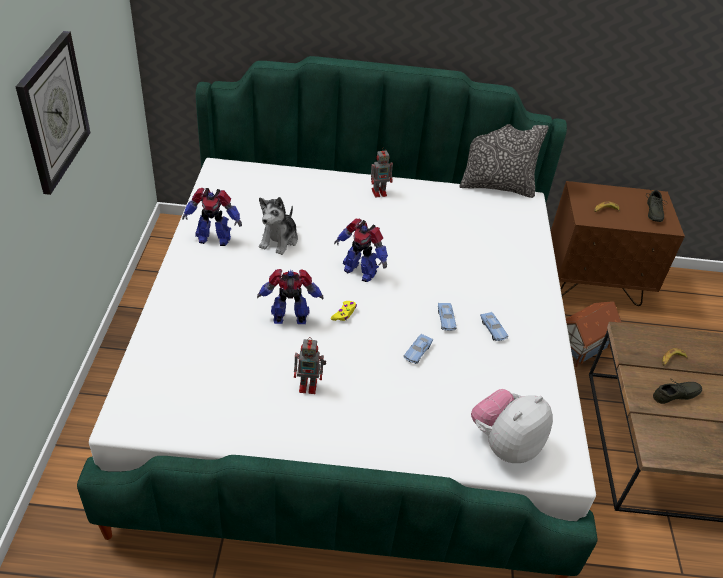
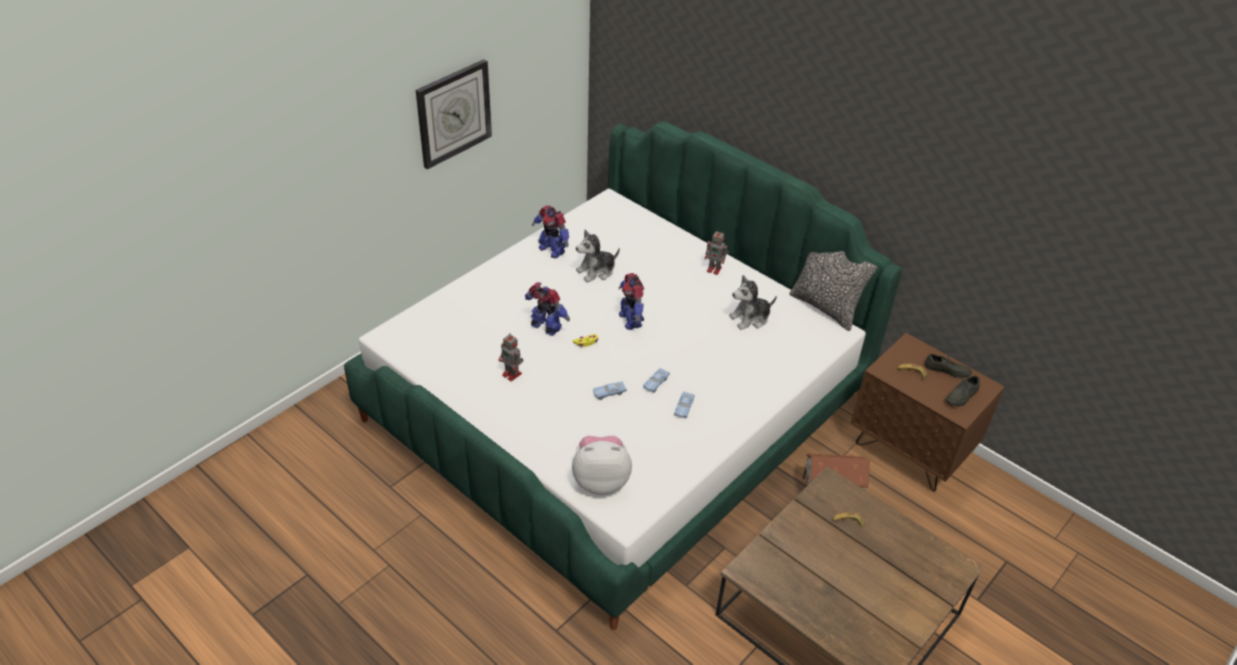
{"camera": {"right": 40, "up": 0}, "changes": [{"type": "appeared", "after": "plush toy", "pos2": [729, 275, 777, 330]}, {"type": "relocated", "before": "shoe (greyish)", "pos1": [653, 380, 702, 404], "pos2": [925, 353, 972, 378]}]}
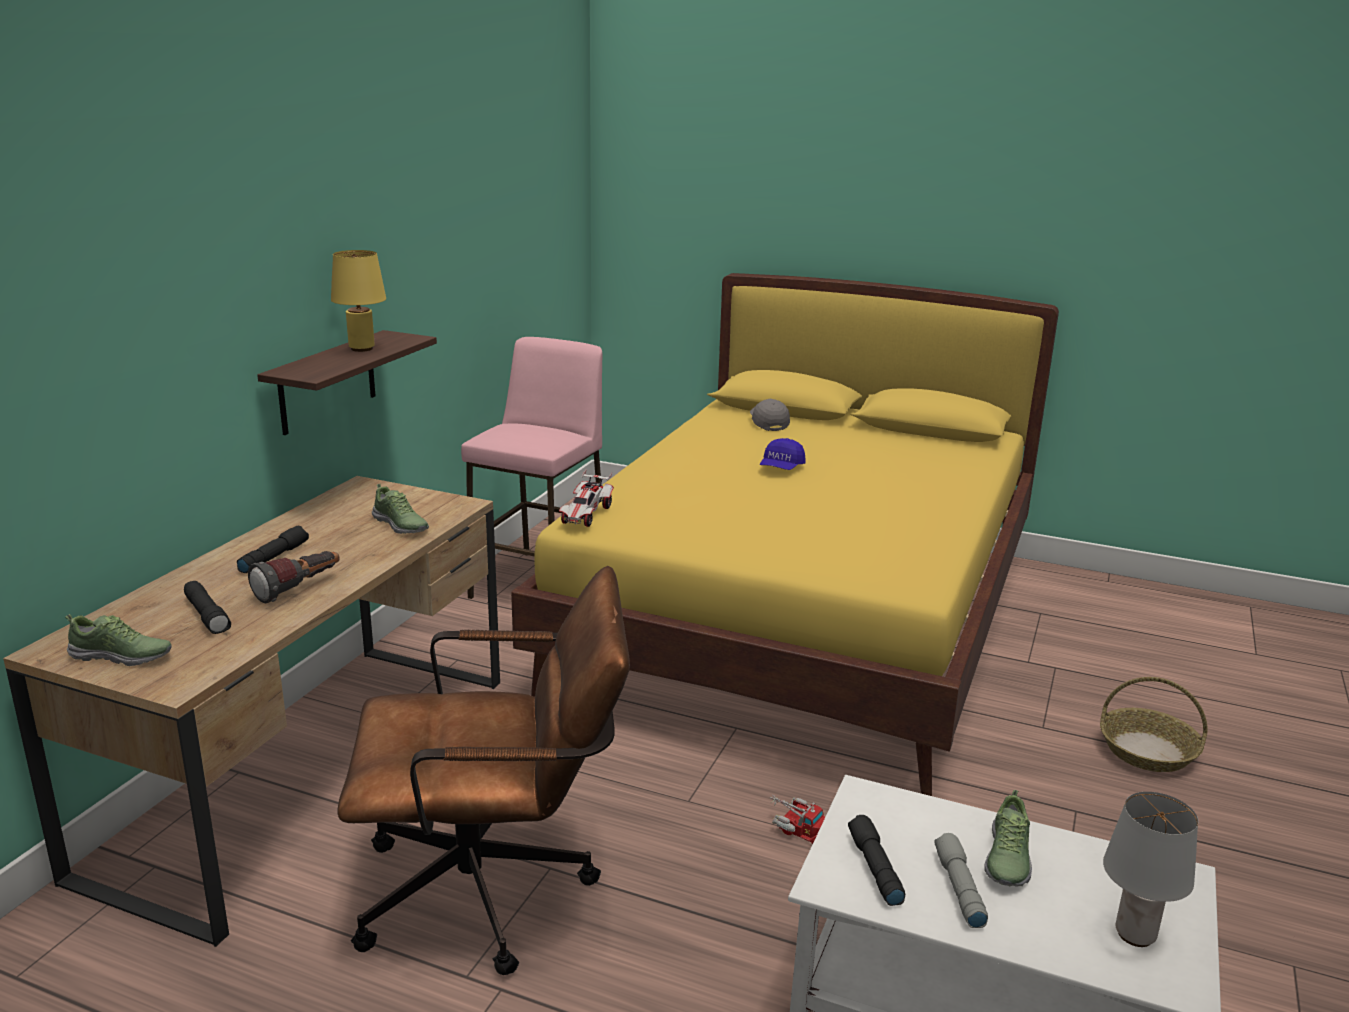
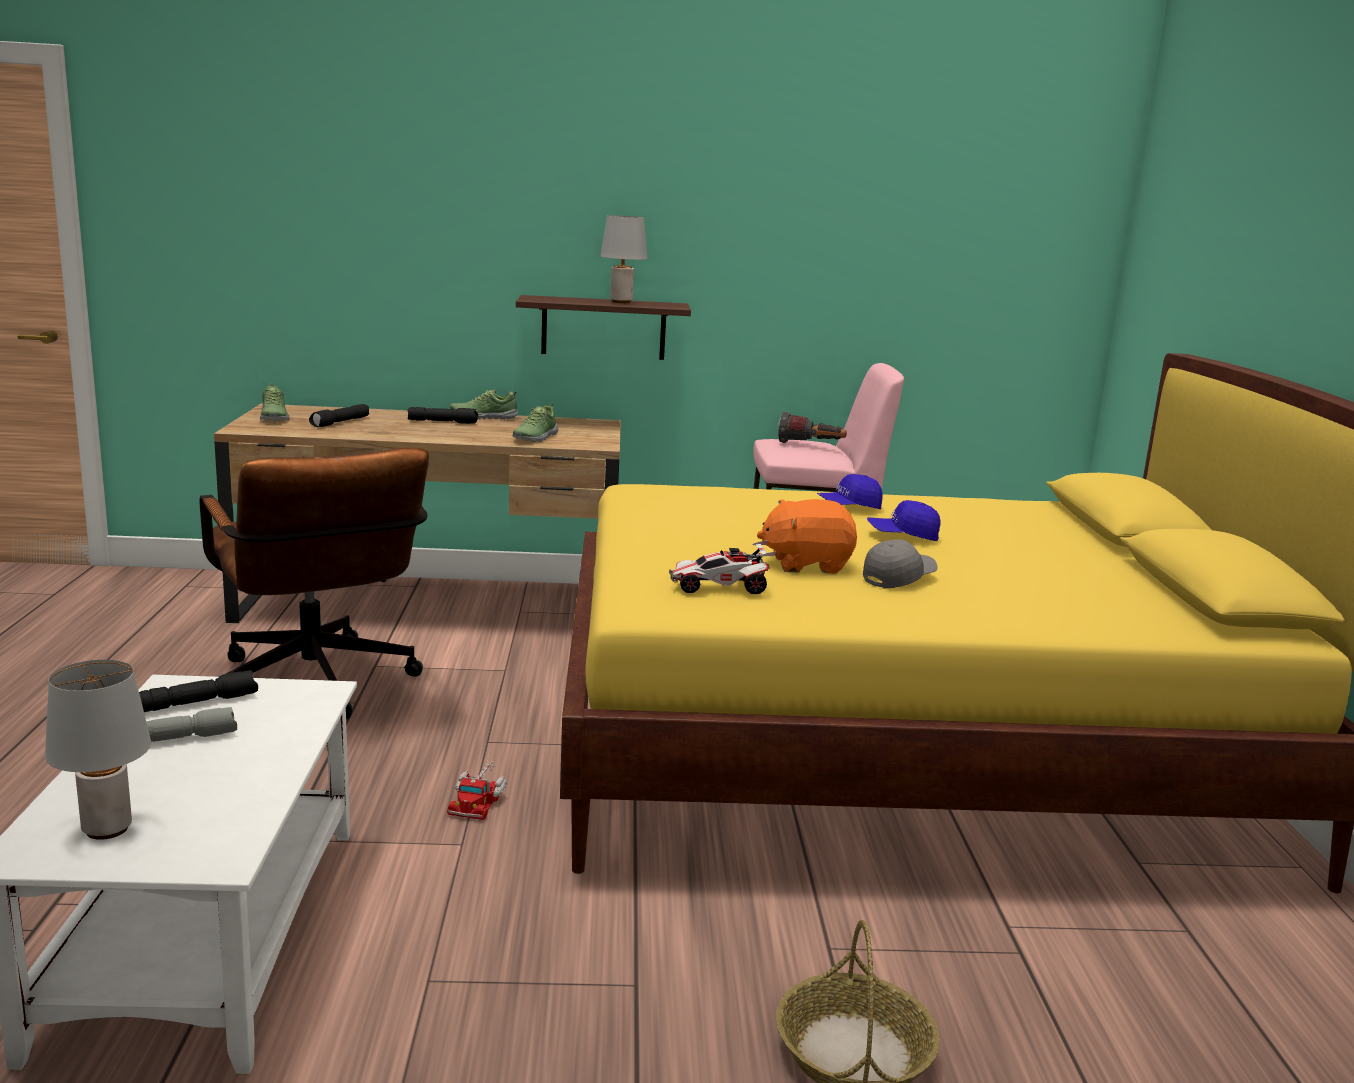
{"camera": {"right": 65, "up": -5}, "changes": [{"type": "relocated", "before": "shoe", "pos1": [984, 790, 1032, 887], "pos2": [450, 389, 518, 420]}, {"type": "colour", "before": "lamp for a table (yellow-coloured)", "after": "lamp for a table (greyish)", "pos1": [331, 250, 386, 352], "pos2": [601, 215, 647, 303]}, {"type": "relocated", "before": "model car", "pos1": [559, 469, 614, 527], "pos2": [669, 540, 777, 594]}, {"type": "appeared", "after": "plush toy (orange-coloured)", "pos2": [757, 499, 857, 574]}, {"type": "relocated", "before": "hand torch", "pos1": [248, 551, 340, 604], "pos2": [778, 412, 847, 443]}, {"type": "appeared", "after": "peaked cap (blue-coloured)", "pos2": [817, 474, 883, 509]}, {"type": "relocated", "before": "peaked cap (greyish)", "pos1": [750, 399, 790, 431], "pos2": [863, 539, 938, 589]}]}
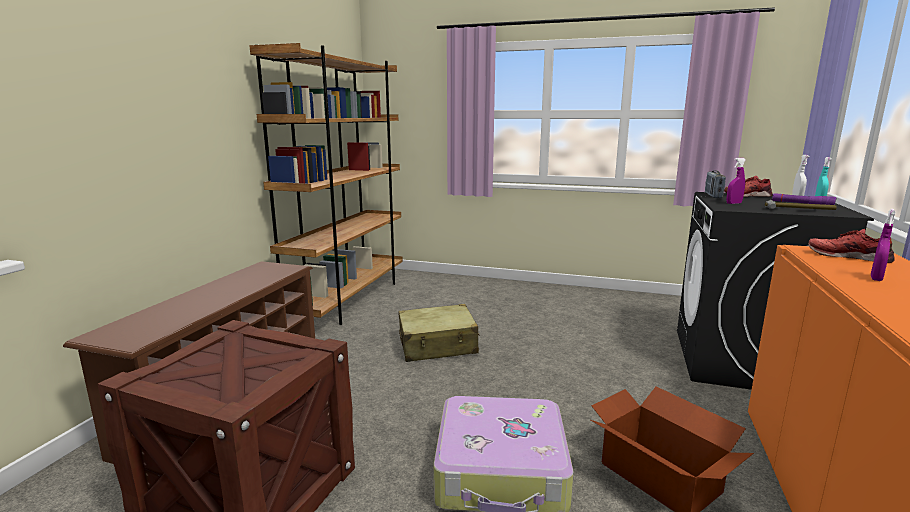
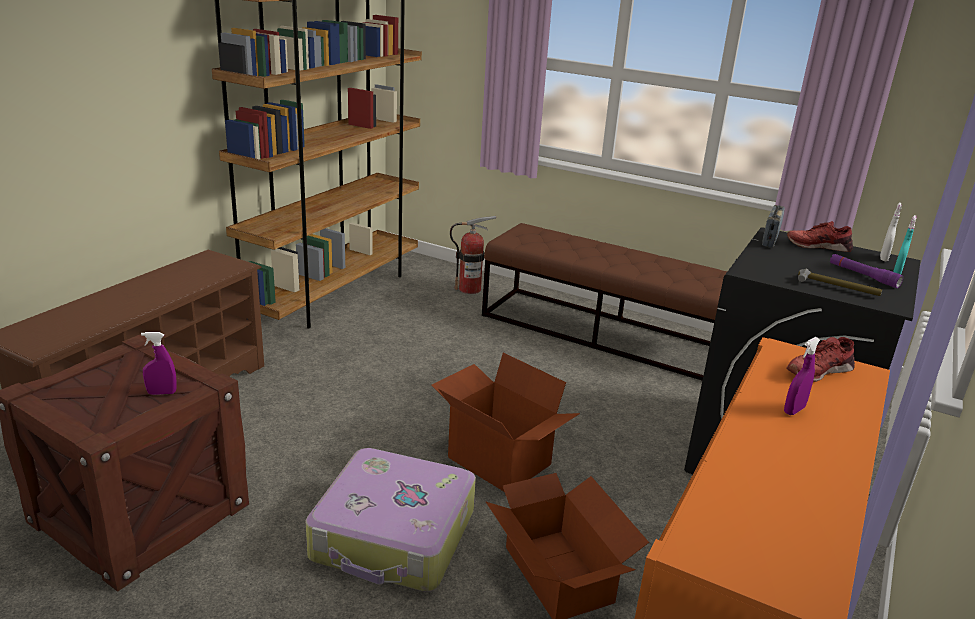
{"camera": {"right": 10, "up": 10}, "changes": [{"type": "relocated", "before": "hand sprayer (purple)", "pos1": [726, 158, 746, 204], "pos2": [141, 332, 177, 395]}, {"type": "appeared", "after": "cardboard box", "pos2": [431, 353, 580, 491]}, {"type": "appeared", "after": "fire-fighting cylinder", "pos2": [450, 216, 496, 294]}, {"type": "appeared", "after": "bench (brown)", "pos2": [482, 223, 727, 380]}, {"type": "spun", "before": "shoe (red-coloured)", "pos1": [808, 229, 894, 263], "pos2": [786, 337, 855, 382], "turn": -75}, {"type": "missing", "before": "travel case (beige)", "pos1": [398, 304, 479, 362]}]}
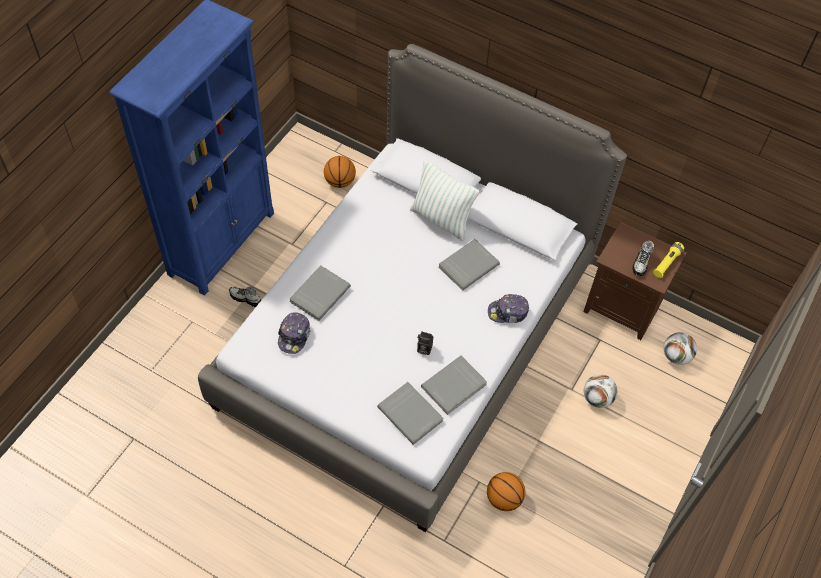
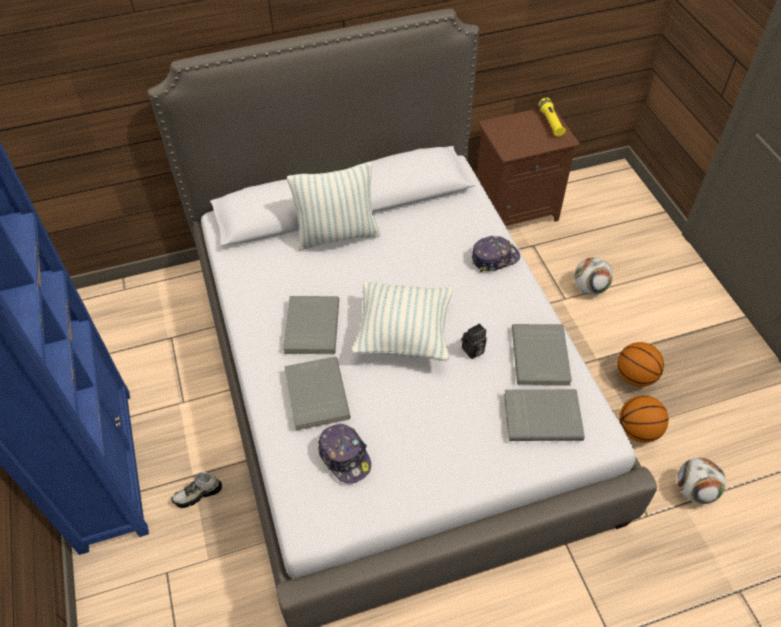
{"camera": {"right": -45, "up": -5}, "changes": [{"type": "relocated", "before": "bound book (greyish)", "pos1": [439, 239, 500, 291], "pos2": [283, 296, 339, 354]}, {"type": "appeared", "after": "cushion", "pos2": [352, 282, 453, 361]}, {"type": "spun", "before": "peaked cap", "pos1": [488, 294, 529, 323], "pos2": [472, 236, 520, 272], "turn": -150}, {"type": "relocated", "before": "basketball", "pos1": [324, 156, 356, 188], "pos2": [617, 342, 664, 387]}, {"type": "relocated", "before": "football", "pos1": [664, 332, 697, 365], "pos2": [677, 458, 726, 504]}, {"type": "missing", "before": "shoe", "pos1": [633, 241, 654, 276]}]}
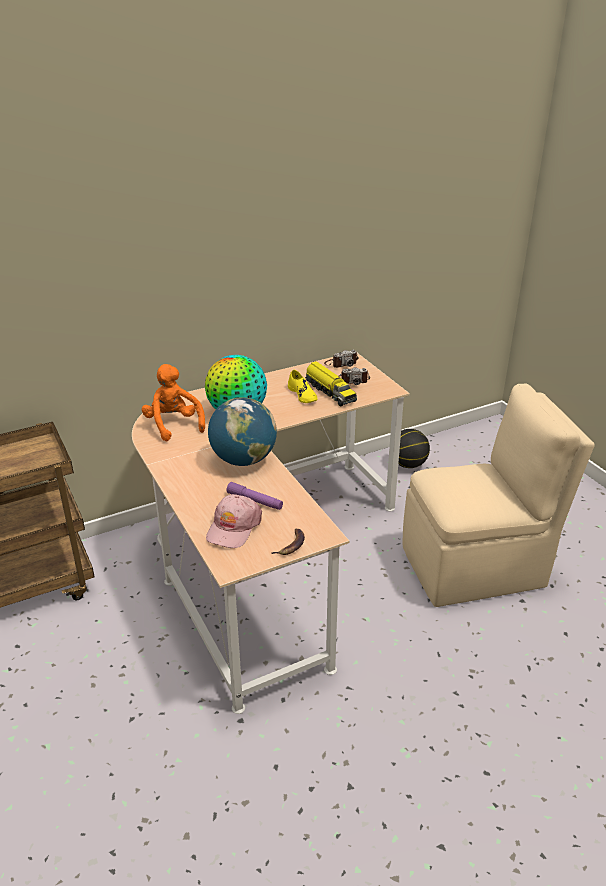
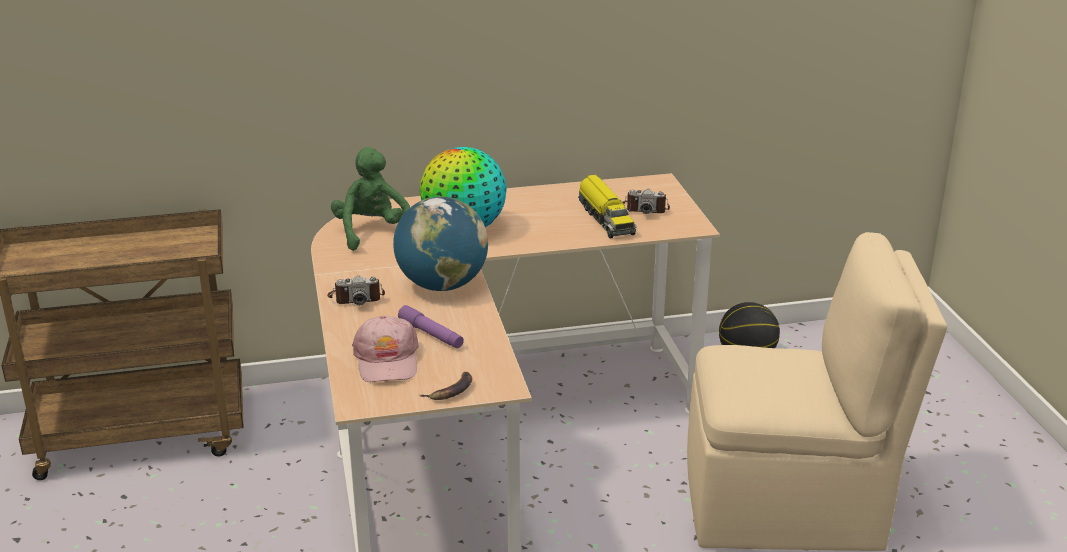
{"camera": {"right": 15, "up": -5}, "changes": [{"type": "relocated", "before": "photo camera", "pos1": [324, 350, 359, 368], "pos2": [327, 276, 385, 305]}, {"type": "colour", "before": "plush toy (orange-coloured)", "after": "plush toy (green)", "pos1": [142, 364, 205, 441], "pos2": [331, 147, 410, 251]}, {"type": "spun", "before": "peaked cap (pink-coloured)", "pos1": [206, 494, 262, 548], "pos2": [352, 316, 419, 382], "turn": -45}, {"type": "missing", "before": "shoe (yellow-coloured)", "pos1": [288, 370, 317, 403]}]}
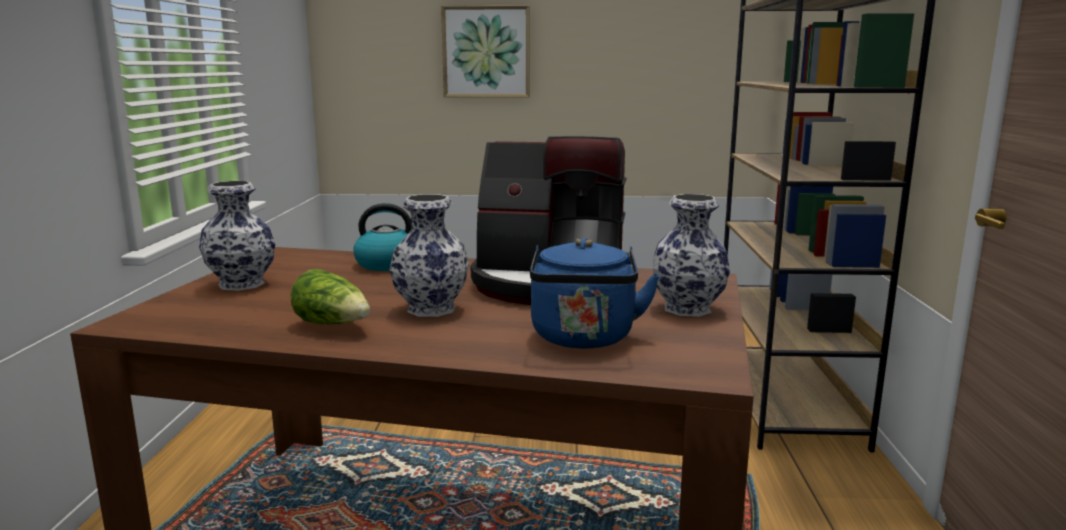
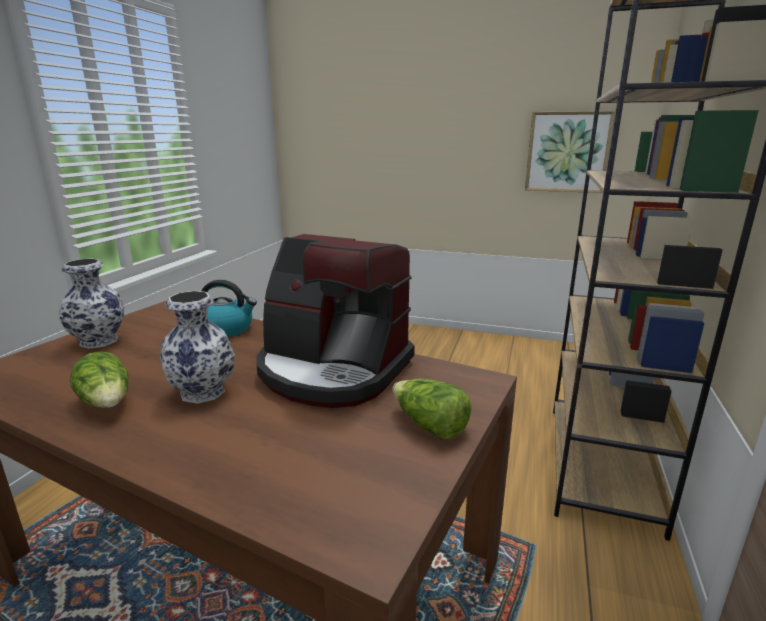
{"camera": {"right": 15, "up": 5}, "changes": [{"type": "exchanged", "before": "flower vase", "after": "head of lettuce", "pos1": [652, 194, 730, 317], "pos2": [392, 379, 472, 440]}, {"type": "relocated", "before": "wall art", "pos1": [441, 6, 530, 97], "pos2": [525, 111, 615, 193]}, {"type": "missing", "before": "kettle (blue-coloured)", "pos1": [530, 238, 660, 349]}]}
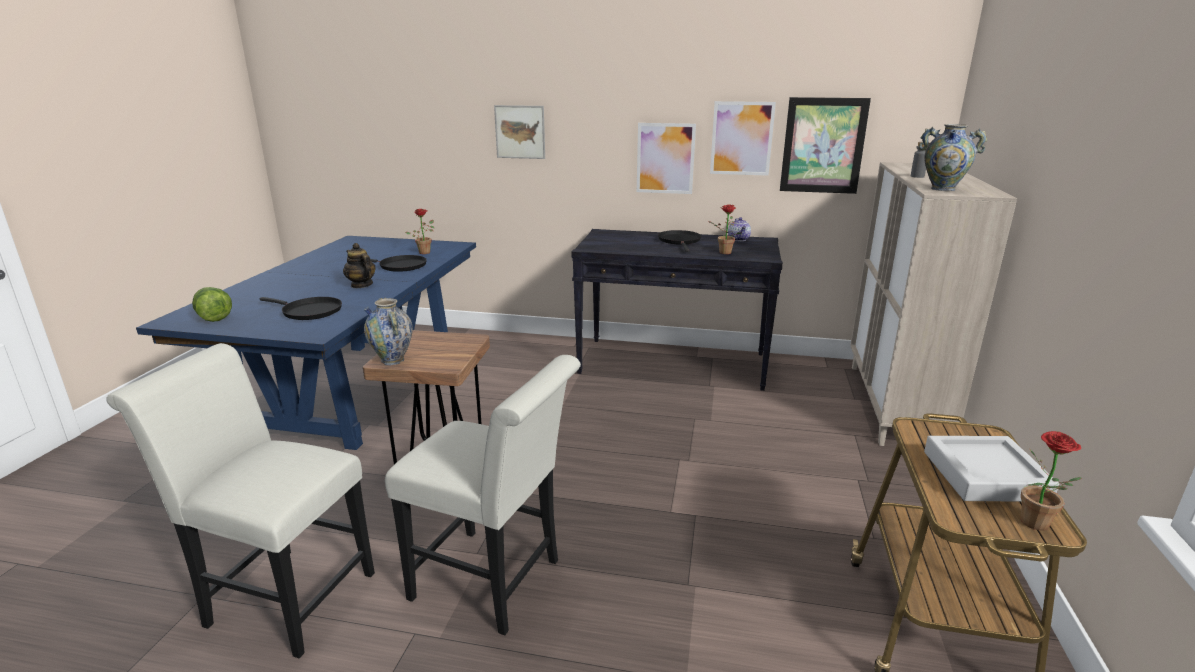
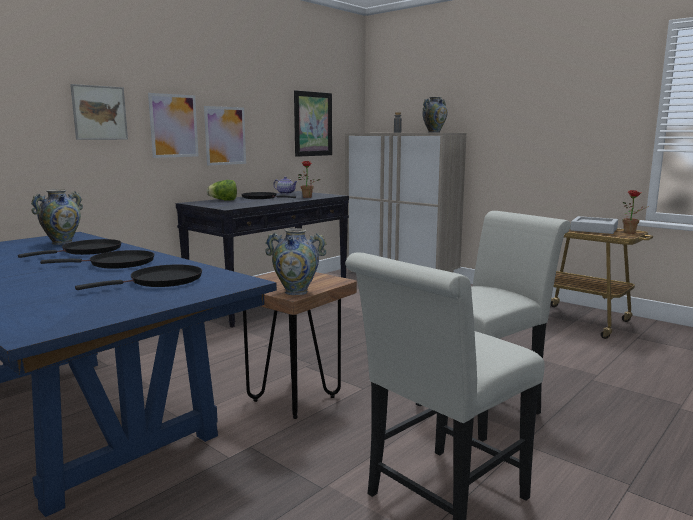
{"camera": {"right": -60, "up": -10}, "changes": [{"type": "exchanged", "before": "potted plant", "after": "flower vase", "pos1": [405, 209, 434, 254], "pos2": [31, 189, 83, 245]}, {"type": "exchanged", "before": "teapot", "after": "frying pan (blackish)", "pos1": [343, 243, 376, 288], "pos2": [40, 250, 154, 269]}, {"type": "relocated", "before": "wall art", "pos1": [710, 101, 776, 176], "pos2": [148, 93, 199, 158]}, {"type": "relocated", "before": "head of lettuce", "pos1": [192, 287, 232, 322], "pos2": [207, 180, 237, 201]}]}
